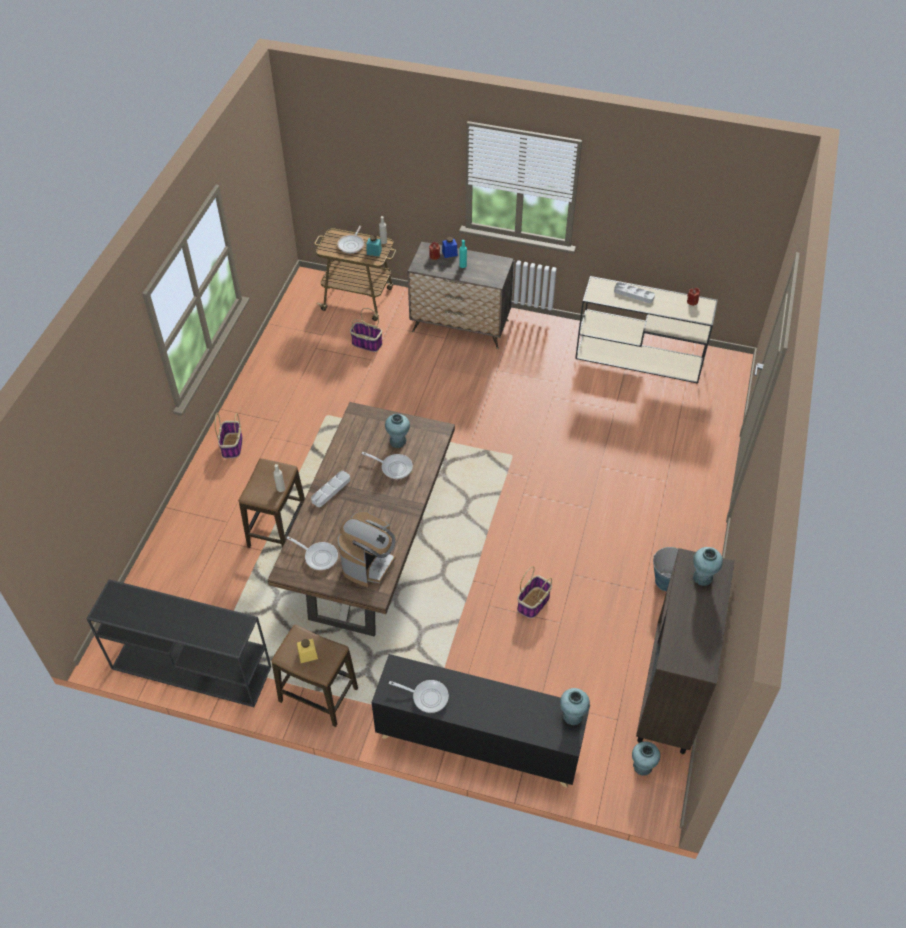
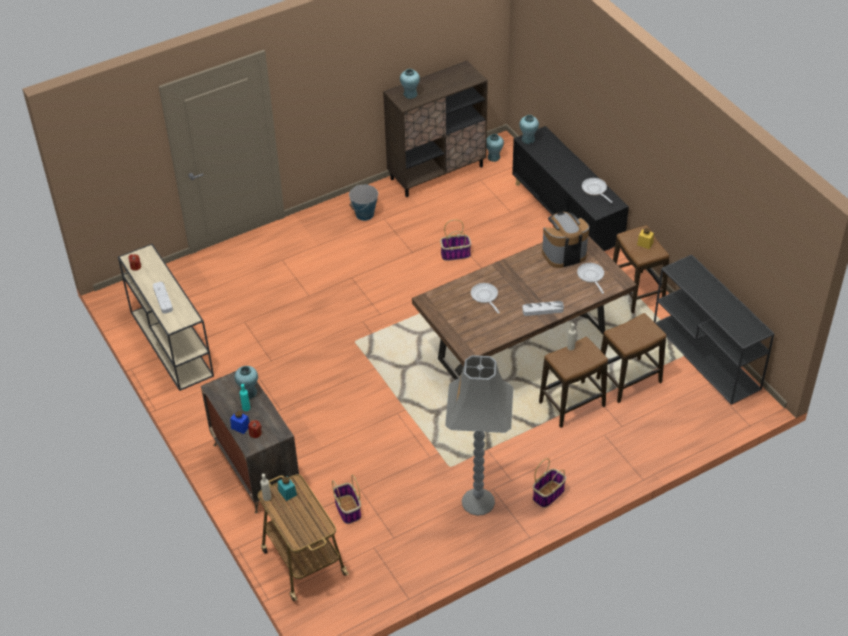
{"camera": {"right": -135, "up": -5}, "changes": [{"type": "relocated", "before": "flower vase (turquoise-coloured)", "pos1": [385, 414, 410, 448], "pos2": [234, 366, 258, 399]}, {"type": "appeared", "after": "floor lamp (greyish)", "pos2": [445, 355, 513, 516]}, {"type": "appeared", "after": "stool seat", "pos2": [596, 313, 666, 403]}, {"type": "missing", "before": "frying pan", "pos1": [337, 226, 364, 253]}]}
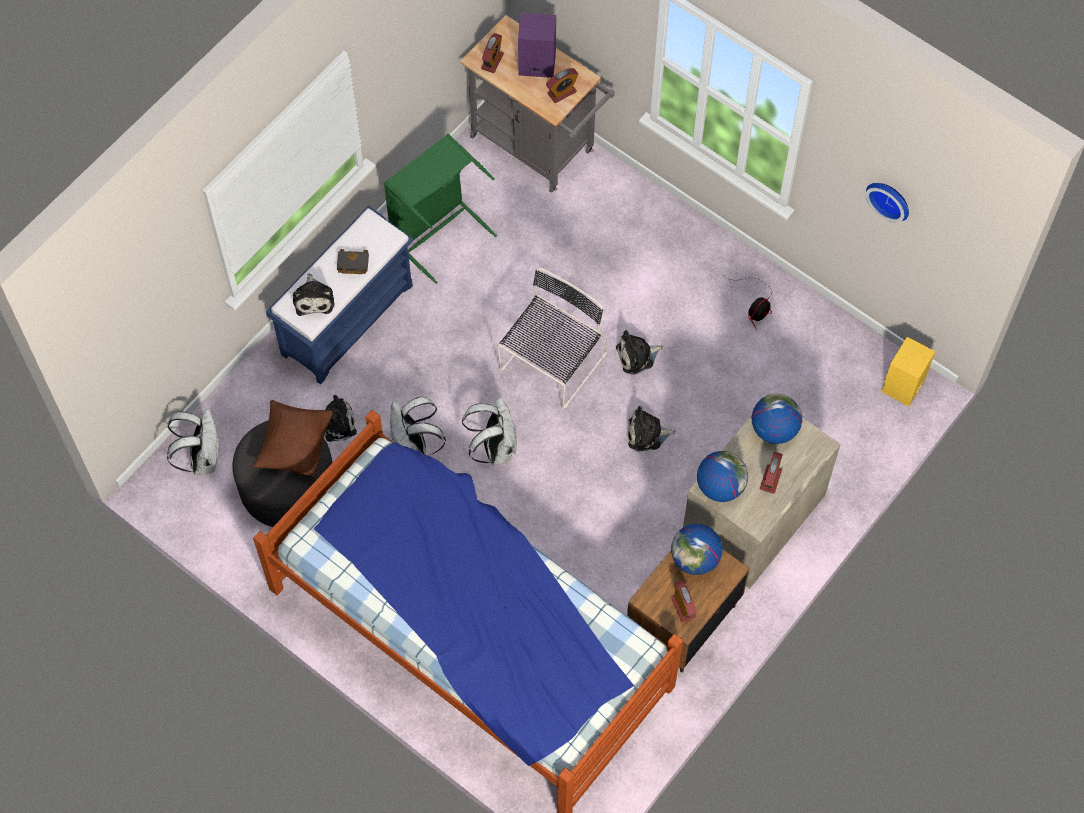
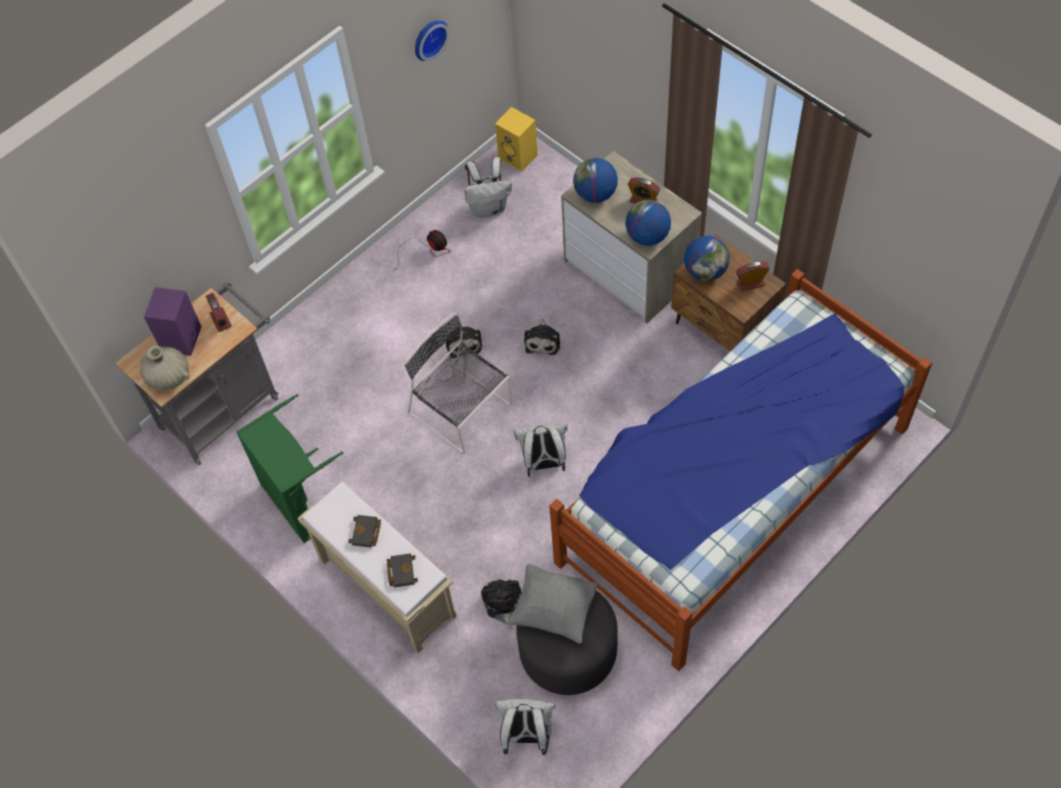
{"camera": {"right": -80, "up": -5}, "changes": [{"type": "exchanged", "before": "bedside clock", "after": "flower vase (beige)", "pos1": [481, 33, 504, 73], "pos2": [140, 346, 190, 391]}, {"type": "colour", "before": "bench (blue-coloured)", "after": "bench (beige)", "pos1": [266, 206, 414, 384], "pos2": [298, 481, 457, 653]}, {"type": "exchanged", "before": "plush toy", "after": "bound book (blackish)", "pos1": [293, 273, 334, 316], "pos2": [387, 553, 418, 588]}, {"type": "relocated", "before": "rucksack (white)", "pos1": [390, 397, 446, 455], "pos2": [464, 157, 512, 217]}, {"type": "colour", "before": "cushion (brown)", "after": "cushion (greyish)", "pos1": [253, 400, 333, 476], "pos2": [507, 564, 598, 644]}]}
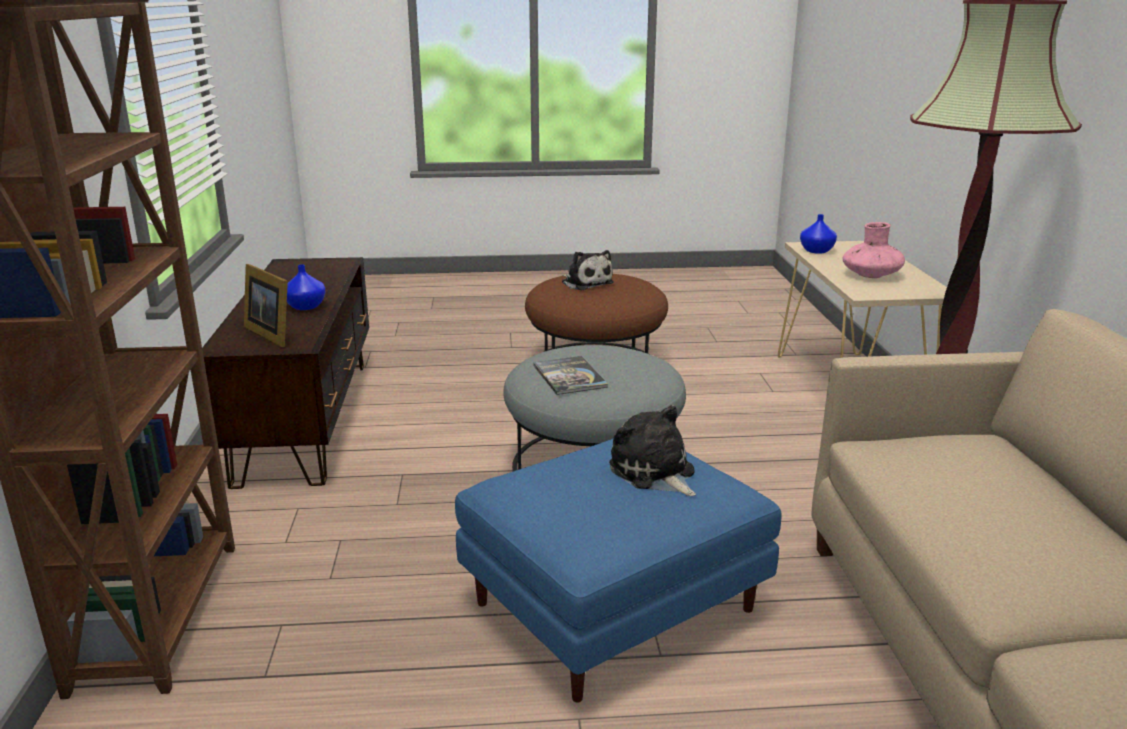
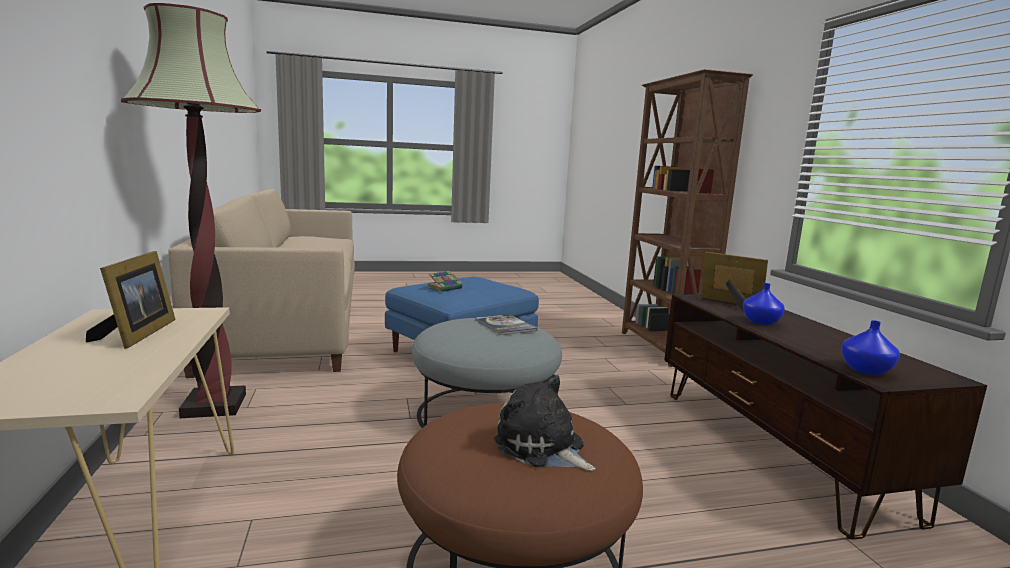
{"camera": {"right": 170, "up": -10}, "changes": [{"type": "exchanged", "before": "flower vase (pink-coloured)", "after": "photo frame", "pos1": [843, 222, 905, 278], "pos2": [86, 251, 176, 349]}, {"type": "exchanged", "before": "plush toy", "after": "bound book", "pos1": [609, 405, 696, 496], "pos2": [427, 271, 462, 292]}, {"type": "relocated", "before": "flower vase (blue-coloured)", "pos1": [800, 214, 837, 254], "pos2": [841, 320, 900, 375]}]}
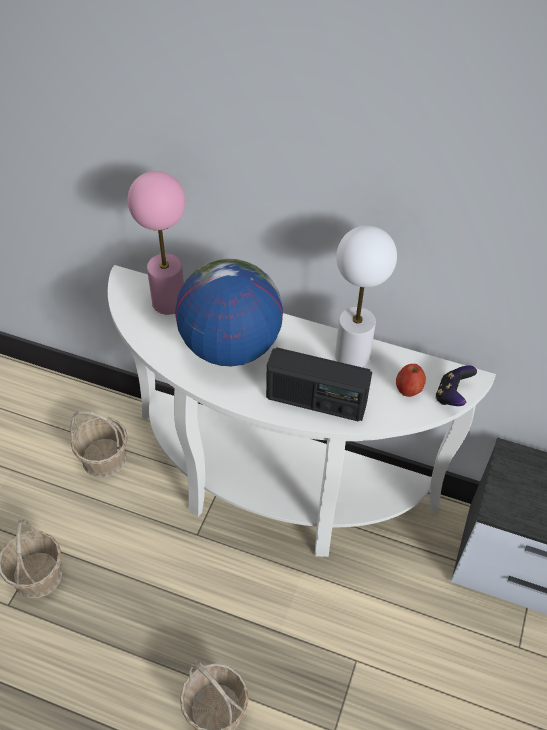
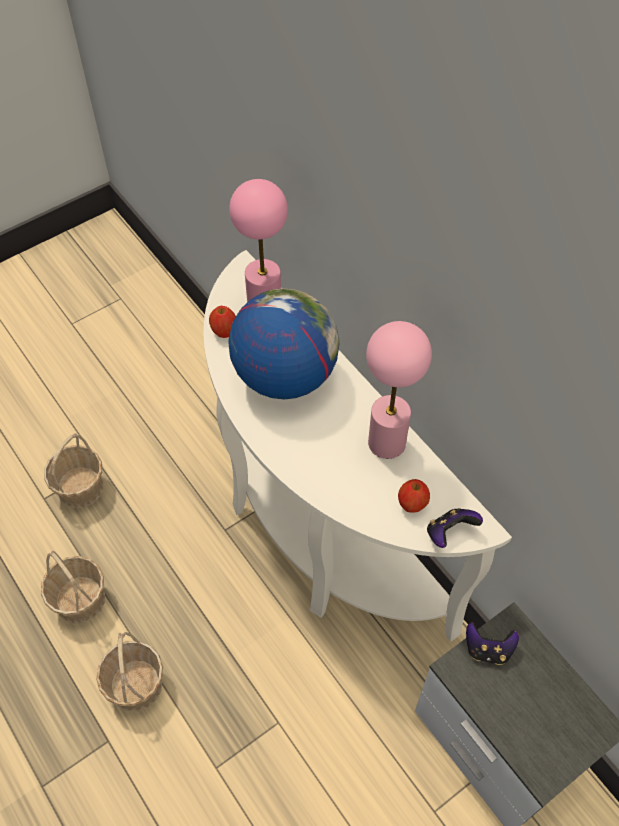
{"camera": {"right": 35, "up": 5}, "changes": [{"type": "relocated", "before": "household basket", "pos1": [70, 411, 128, 478], "pos2": [41, 551, 105, 624]}, {"type": "appeared", "after": "whole apple", "pos2": [209, 306, 236, 338]}, {"type": "colour", "before": "lamp for a table (white)", "after": "lamp for a table (pink-coloured)", "pos1": [335, 226, 397, 367], "pos2": [366, 321, 432, 459]}, {"type": "appeared", "after": "game controller", "pos2": [466, 622, 519, 665]}, {"type": "missing", "before": "radio", "pos1": [266, 348, 372, 421]}]}
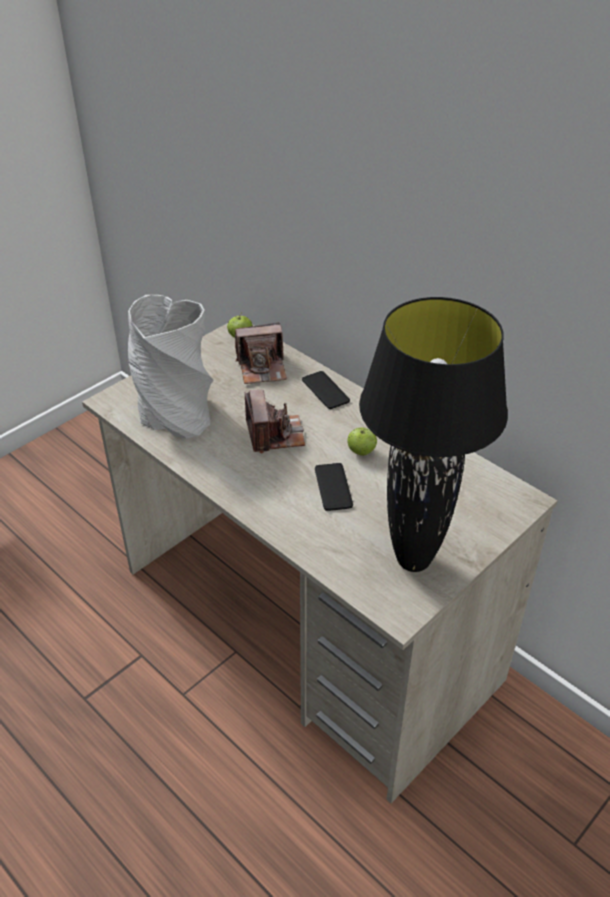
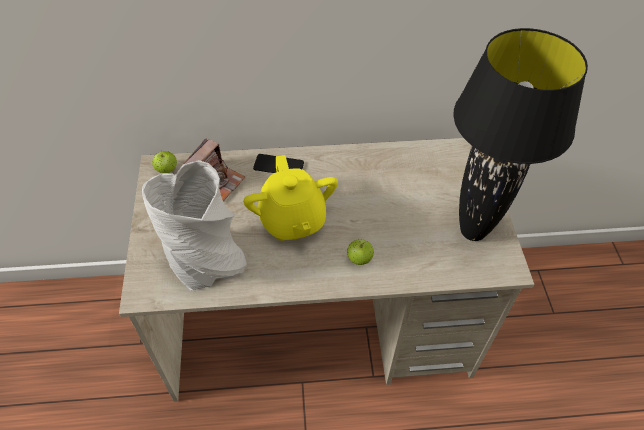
{"camera": {"right": -50, "up": 10}, "changes": [{"type": "exchanged", "before": "photo camera", "after": "teapot (yellow-coloured)", "pos1": [245, 389, 305, 454], "pos2": [243, 155, 338, 241]}, {"type": "relocated", "before": "whole apple", "pos1": [347, 427, 377, 456], "pos2": [347, 239, 374, 265]}, {"type": "missing", "before": "telephone", "pos1": [315, 463, 353, 511]}]}
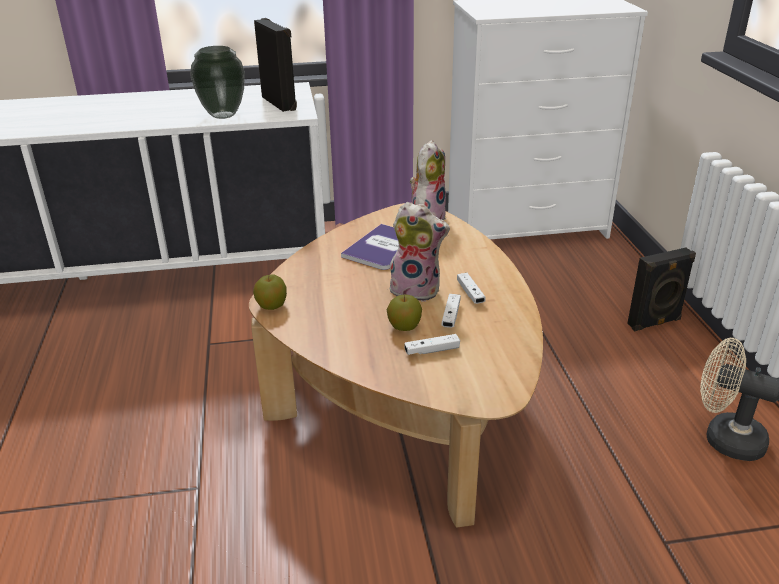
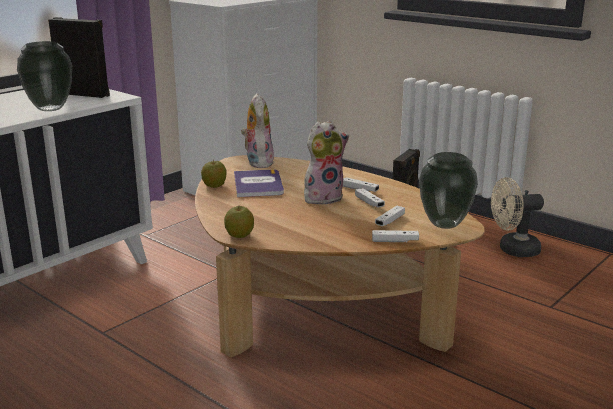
{"camera": {"right": -40, "up": -10}, "changes": [{"type": "relocated", "before": "whole apple", "pos1": [387, 294, 422, 331], "pos2": [201, 160, 227, 188]}, {"type": "appeared", "after": "game controller (white)", "pos2": [372, 230, 419, 243]}, {"type": "appeared", "after": "flower vase", "pos2": [419, 152, 478, 229]}]}
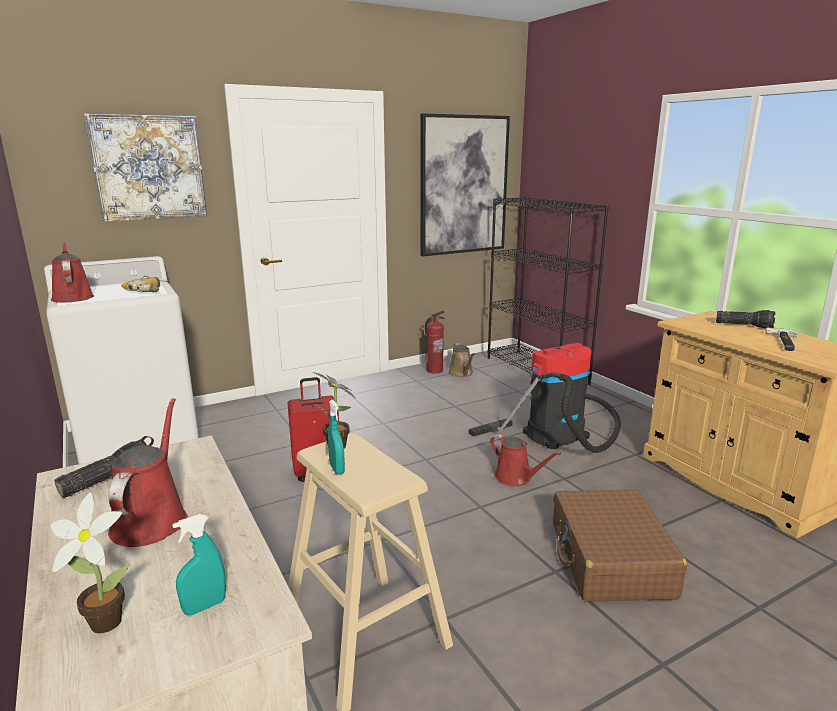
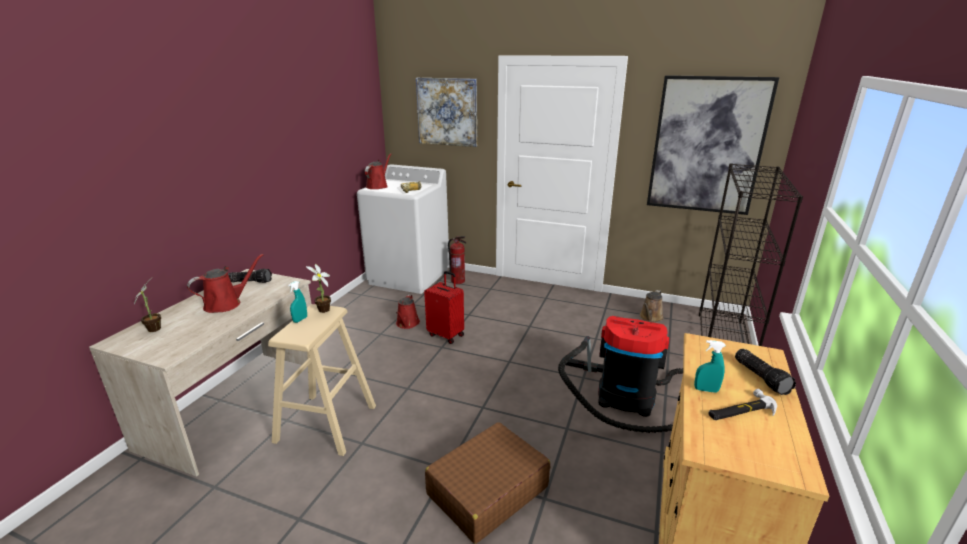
{"camera": {"right": 50, "up": 5}, "changes": [{"type": "relocated", "before": "watering pot (red-coloured)", "pos1": [490, 434, 561, 486], "pos2": [396, 295, 420, 329]}, {"type": "relocated", "before": "fire-fighting cylinder", "pos1": [425, 311, 444, 374], "pos2": [448, 236, 466, 284]}, {"type": "relocated", "before": "hand sprayer (turquoise-coloured)", "pos1": [172, 514, 226, 615], "pos2": [694, 340, 726, 393]}]}
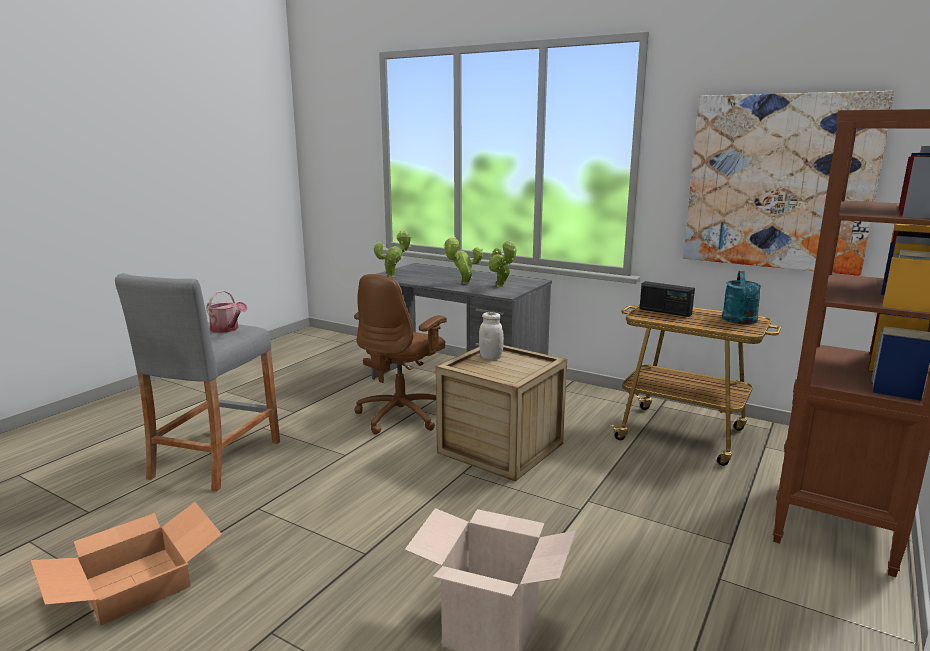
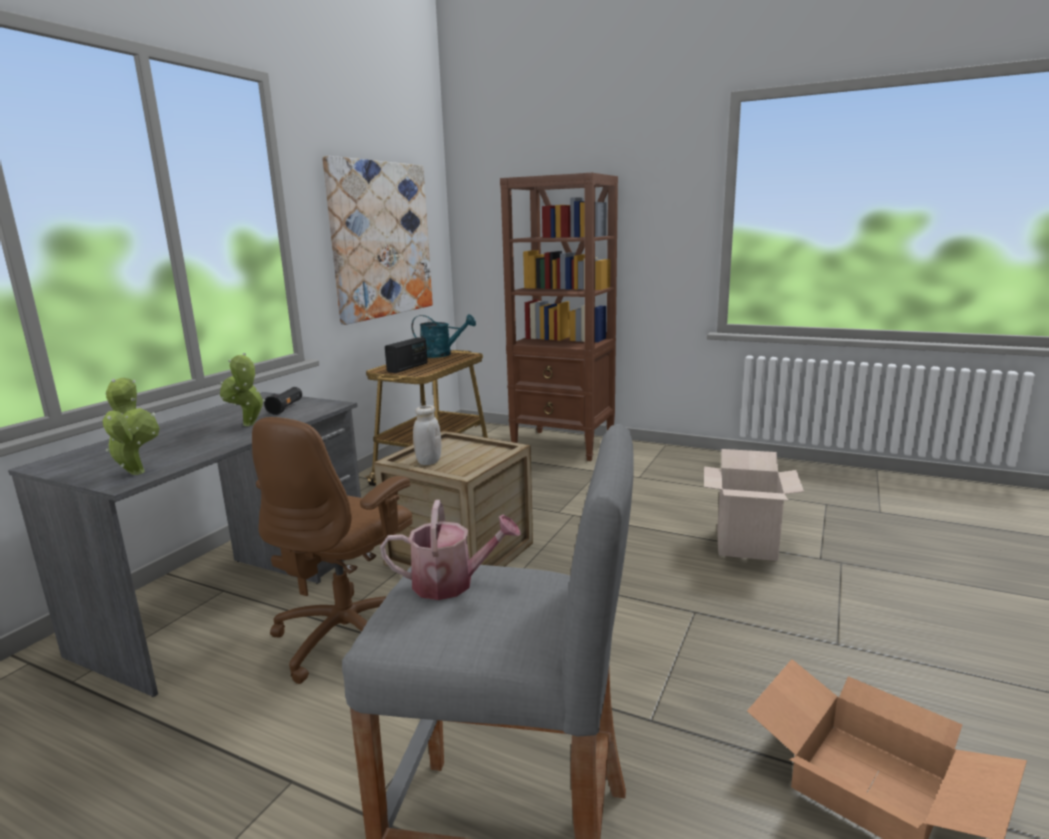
{"camera": {"right": -95, "up": 0}, "changes": [{"type": "spun", "before": "office chair (brown)", "pos1": [354, 274, 447, 435], "pos2": [252, 417, 413, 684], "turn": 90}, {"type": "exchanged", "before": "potted plant", "after": "hand torch (blackish)", "pos1": [488, 240, 517, 287], "pos2": [264, 387, 302, 415]}, {"type": "spun", "before": "watering pot", "pos1": [206, 290, 248, 333], "pos2": [380, 500, 521, 600], "turn": 60}]}
